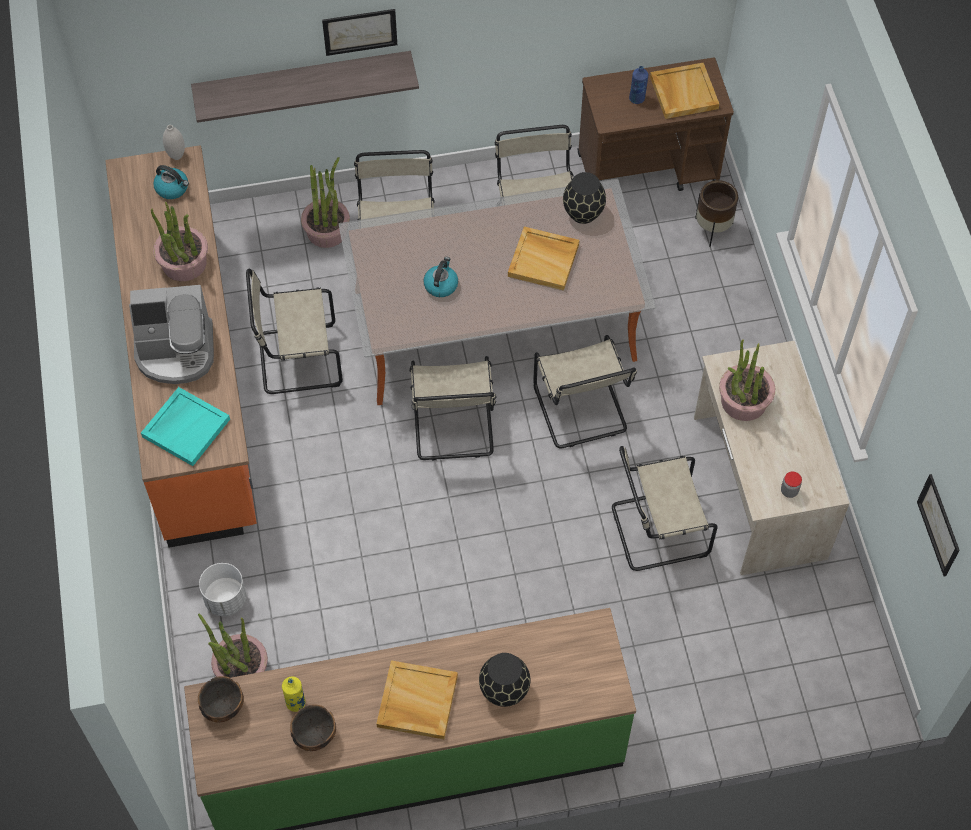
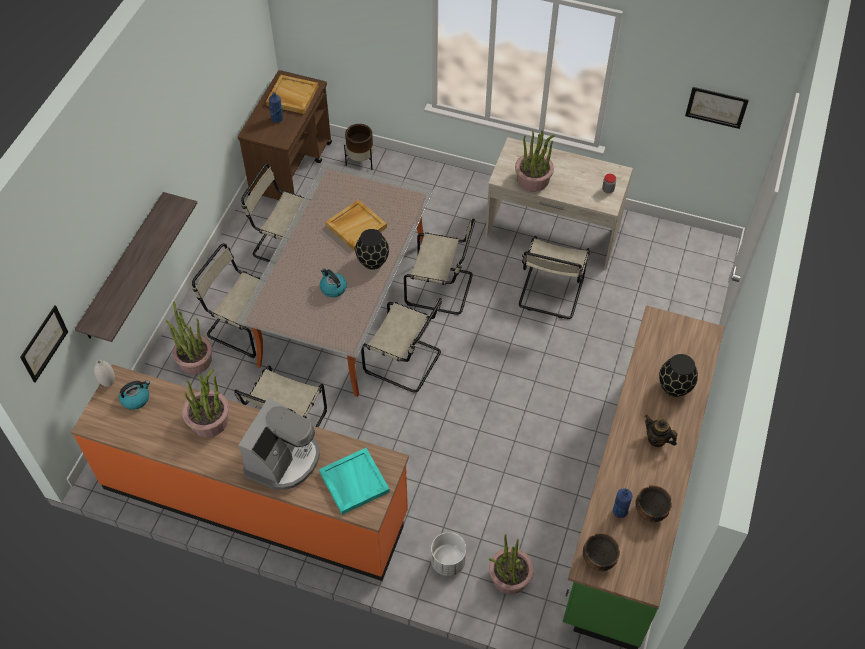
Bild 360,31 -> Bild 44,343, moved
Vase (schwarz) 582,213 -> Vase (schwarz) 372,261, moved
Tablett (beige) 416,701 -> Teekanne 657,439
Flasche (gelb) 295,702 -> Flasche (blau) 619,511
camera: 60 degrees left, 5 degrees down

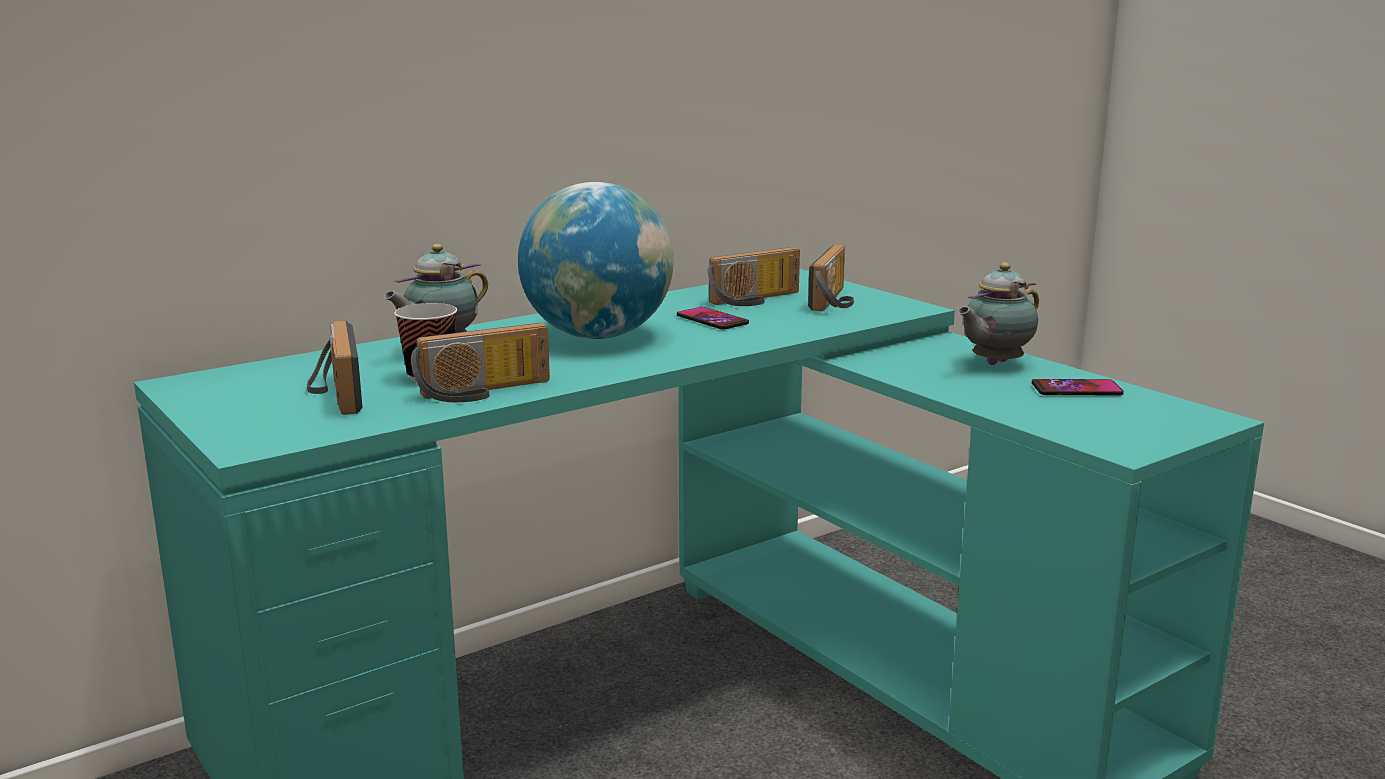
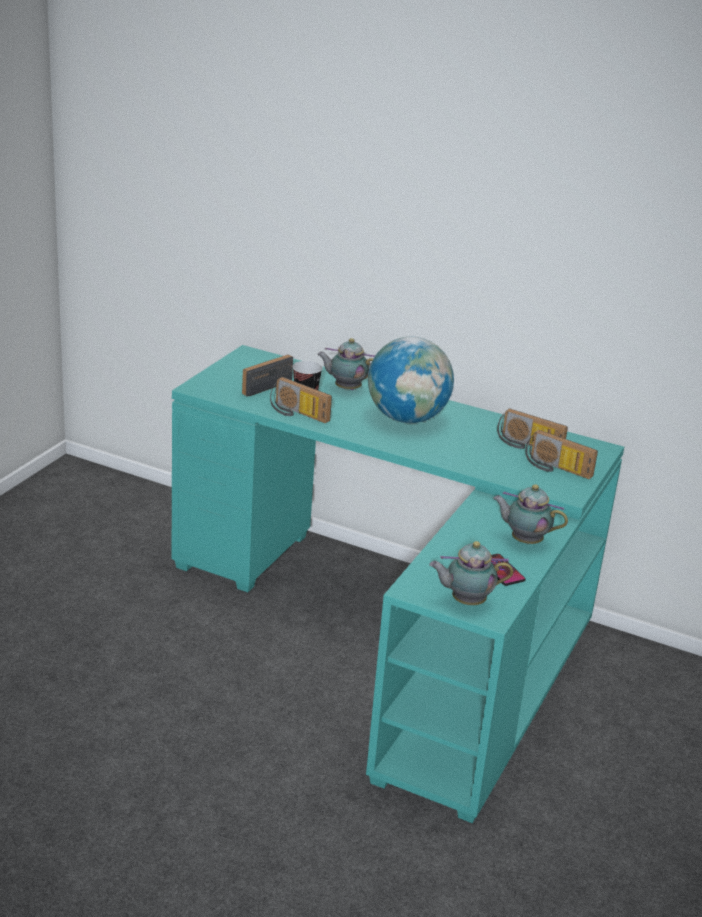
Handy 712,320 -> none
none -> Teekanne 465,601
Radio 836,300 -> Radio 556,469, 45 degrees clockwise
camera: 60 degrees right, 10 degrees up

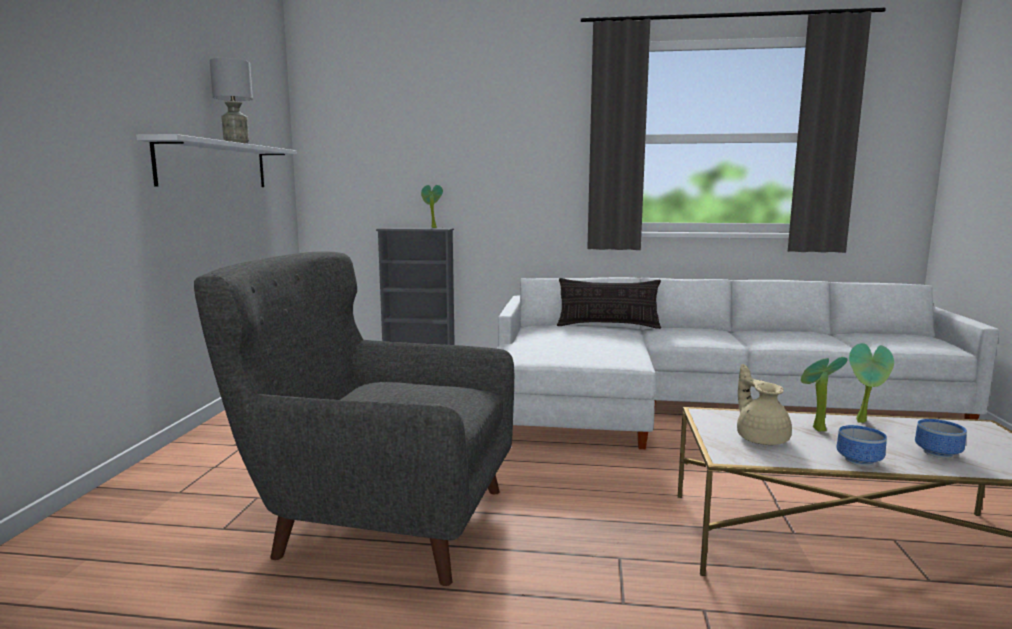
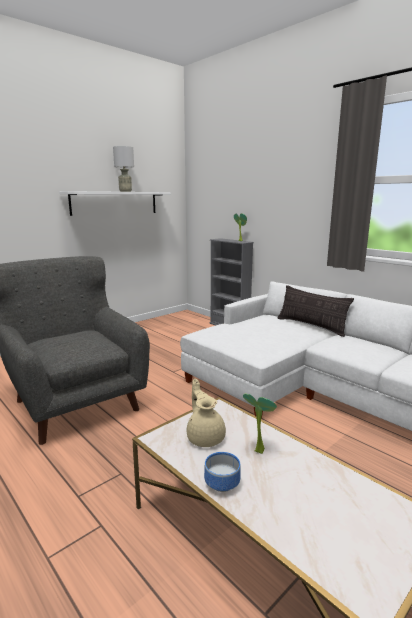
Topfpflanze 864,421 -> none
Schüssel 940,453 -> none
Teekanne (beige) 761,438 -> Teekanne (beige) 205,437, 45 degrees counterclockwise
camera: 40 degrees right, 5 degrees up

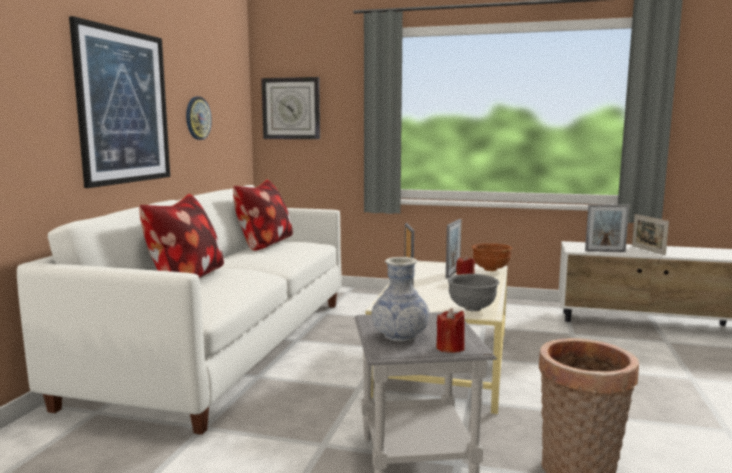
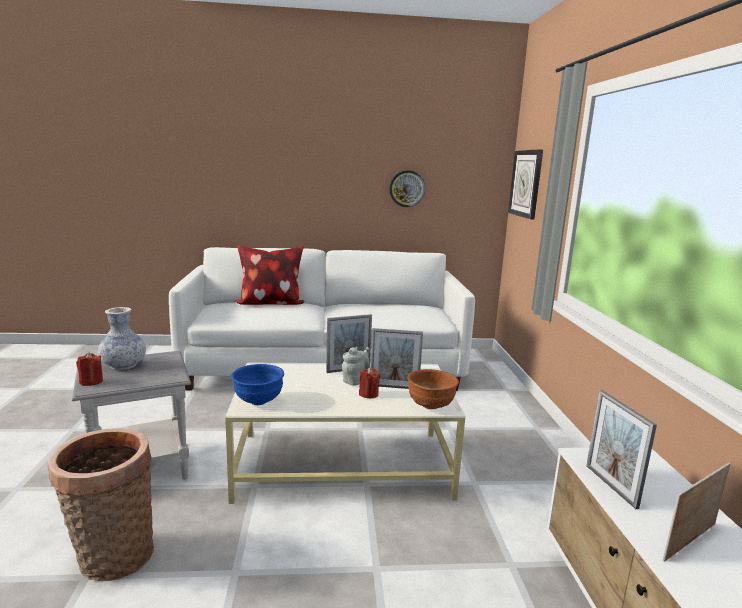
Bild 124,107 -> none
Kissen 264,245 -> none
none -> Teekanne (grau) 355,380
Schüssel (grau) 472,309 -> Schüssel (blau) 258,401
camera: 70 degrees right, 5 degrees up

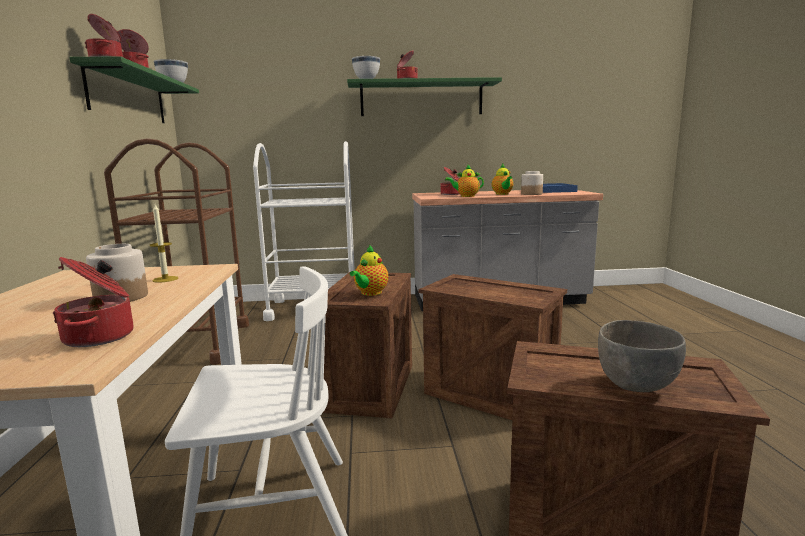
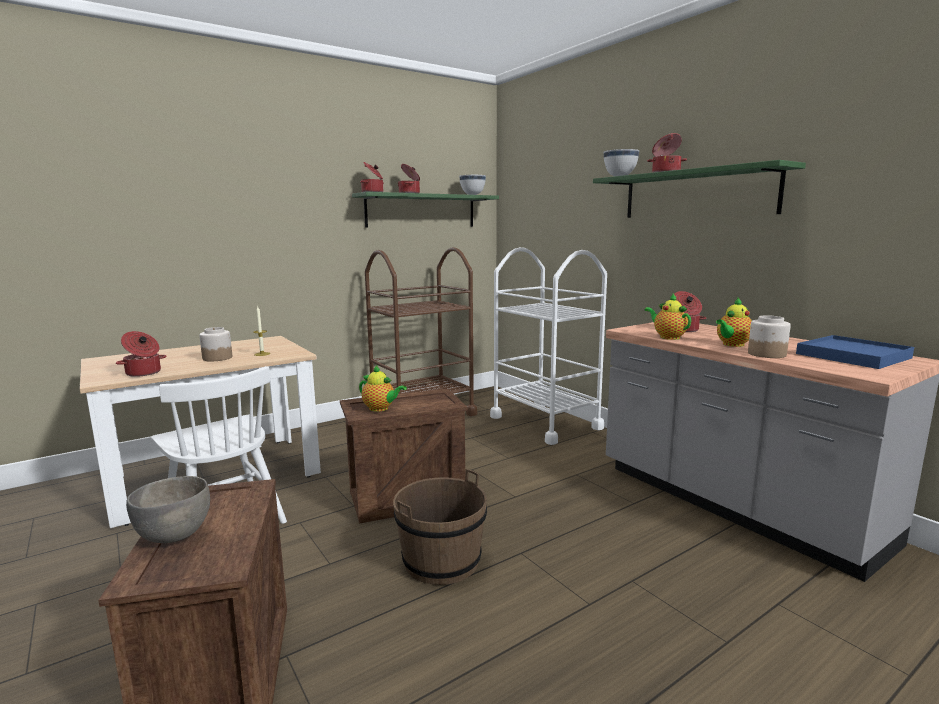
Kiste 492,393 -> Eimer (braun) 442,561
Teekanne 370,293 -> Teekanne 380,408, 150 degrees counterclockwise
camera: 60 degrees right, 0 degrees up

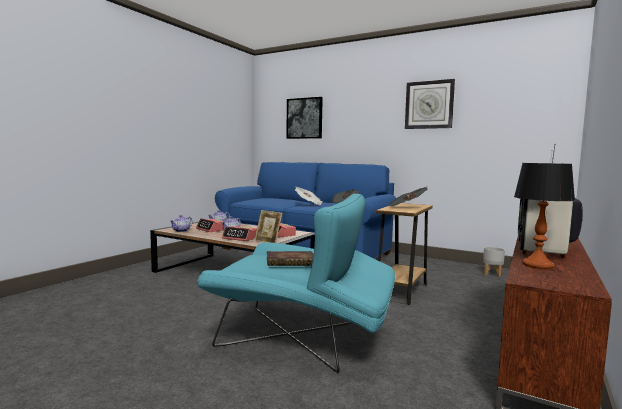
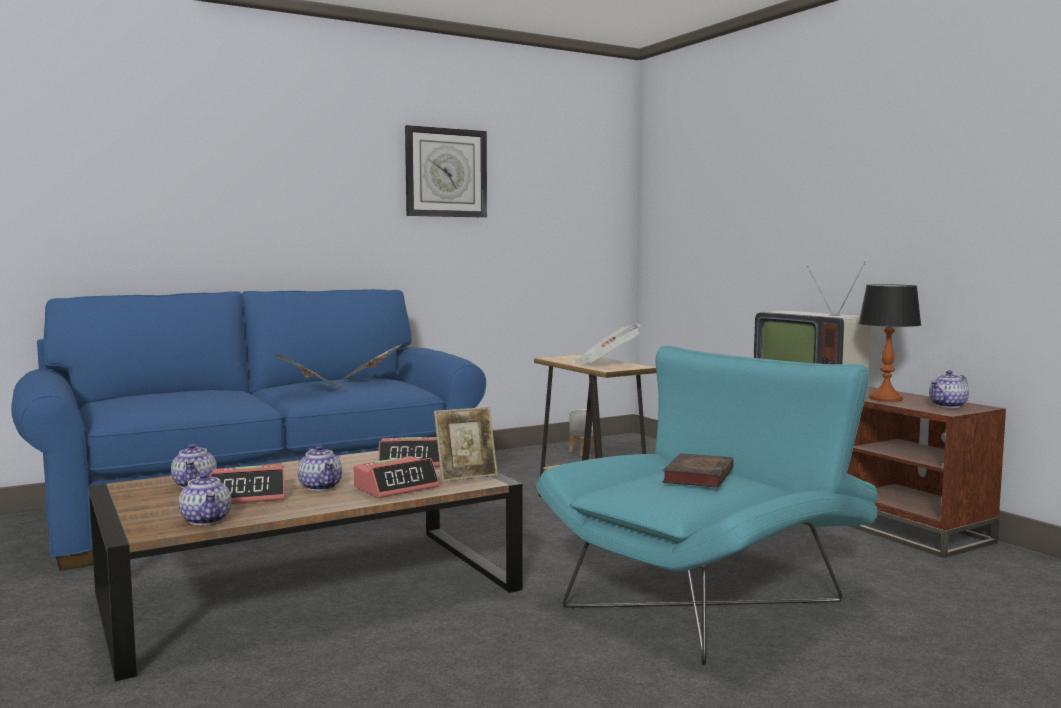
Bild 304,118 -> none
none -> Teekanne 948,405
camera: 60 degrees left, 0 degrees up

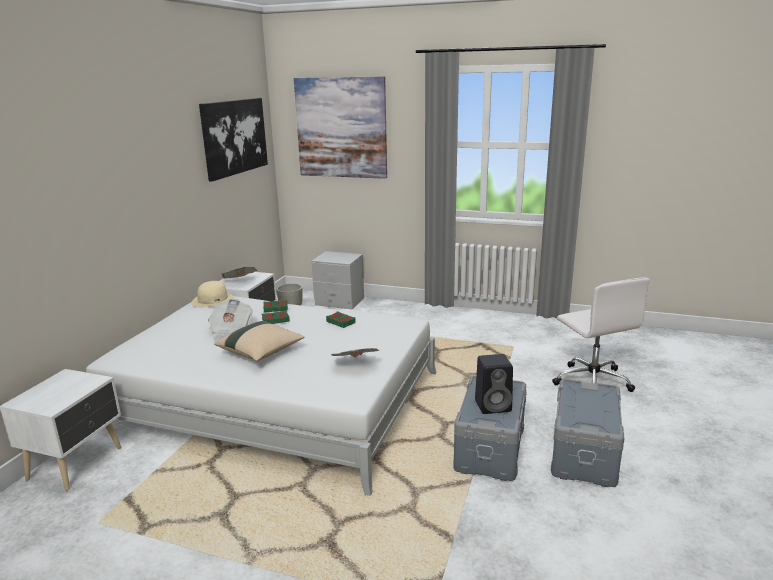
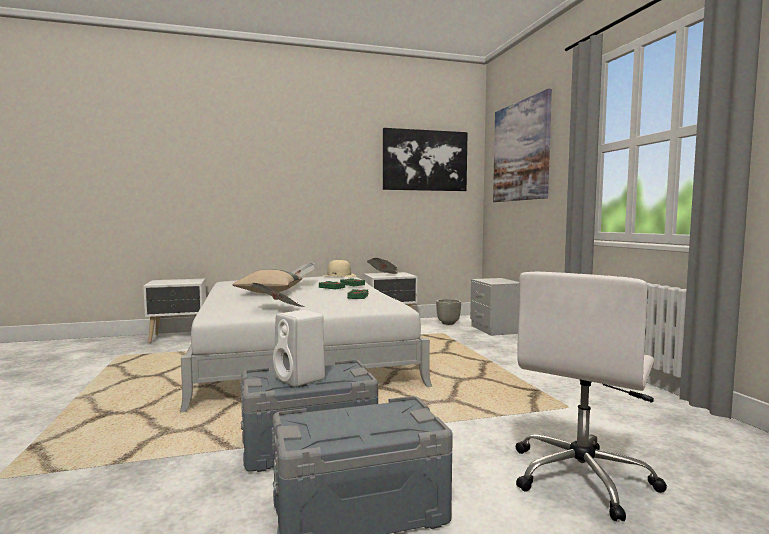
Lautsprecher (schwarz) 494,405 -> Lautsprecher (weiß) 301,379
camera: 55 degrees right, 15 degrees down

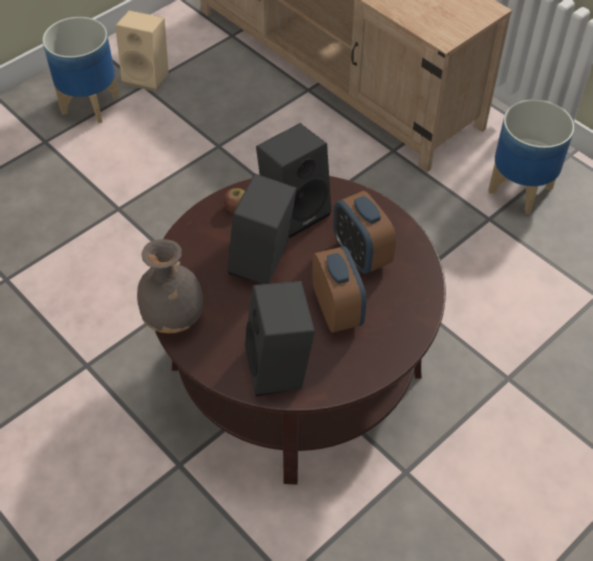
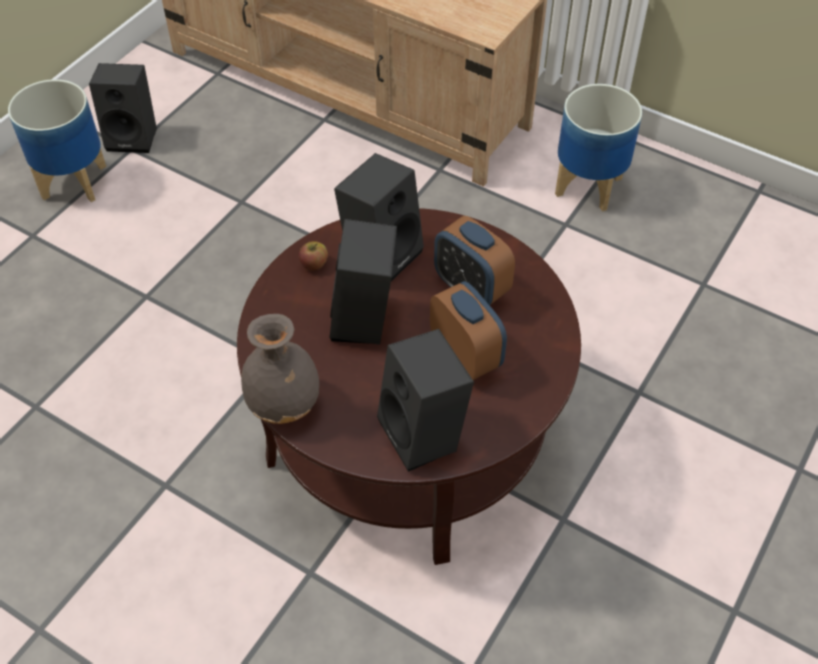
Lautsprecher (beige) 148,76 -> Lautsprecher (schwarz) 134,137
camera: 15 degrees left, 0 degrees up

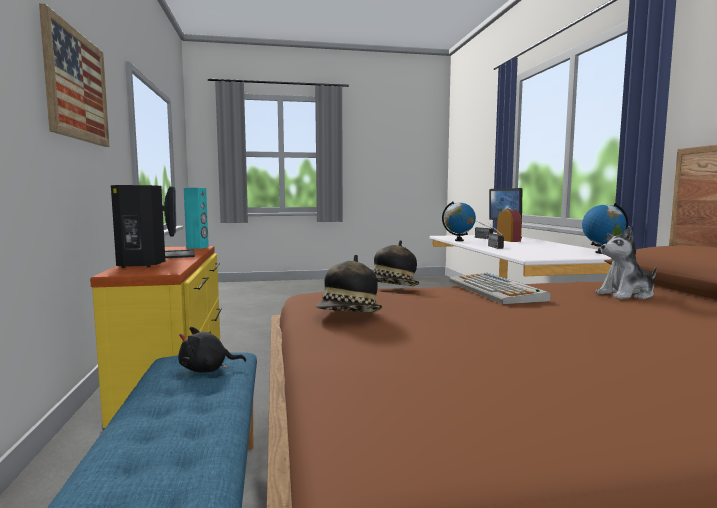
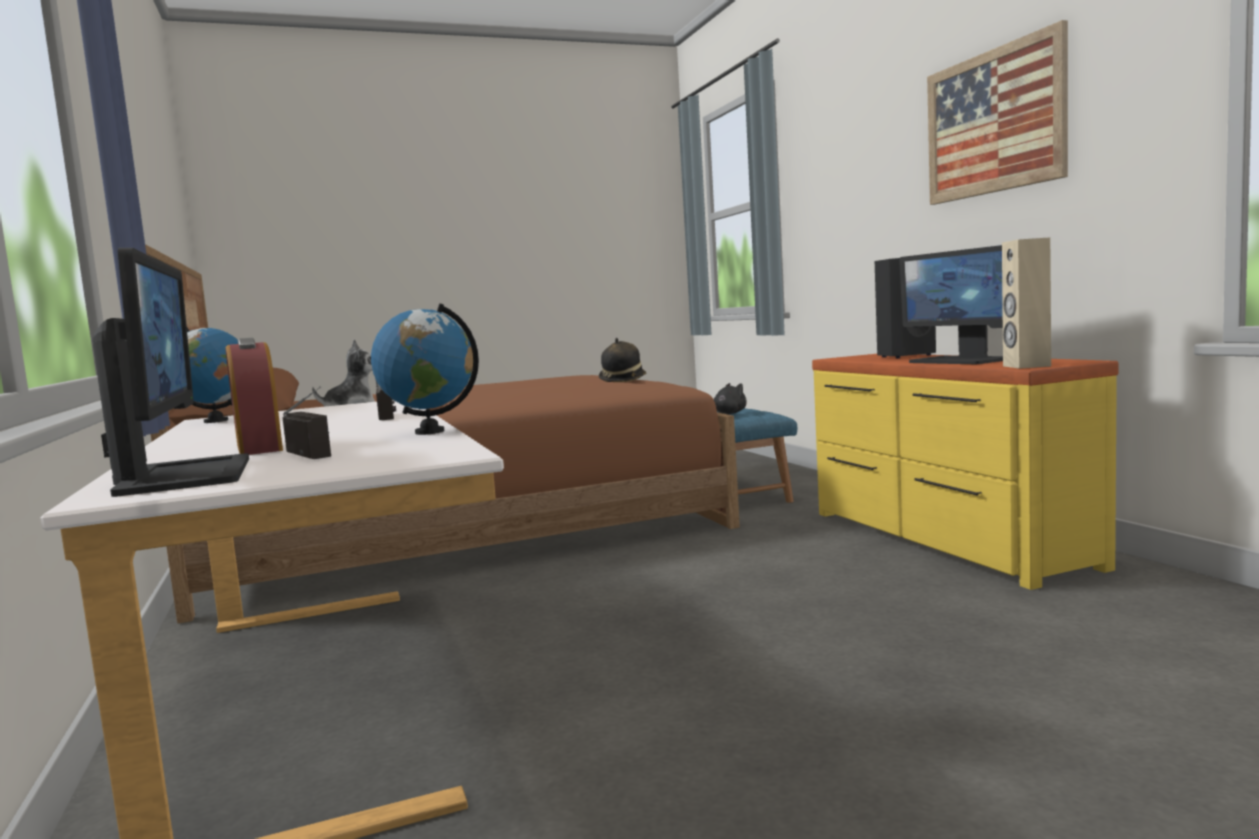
Hut 392,287 -> none
Tastatur 496,290 -> none
Lautsprecher (türkis) 198,247 -> Lautsprecher (beige) 1025,366
camera: 170 degrees right, 0 degrees up

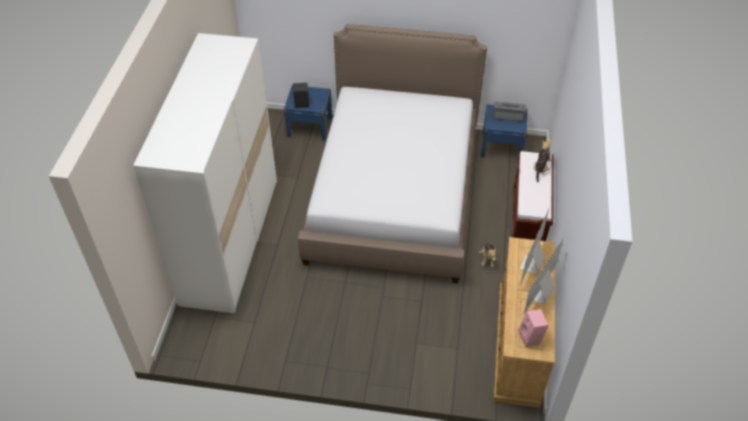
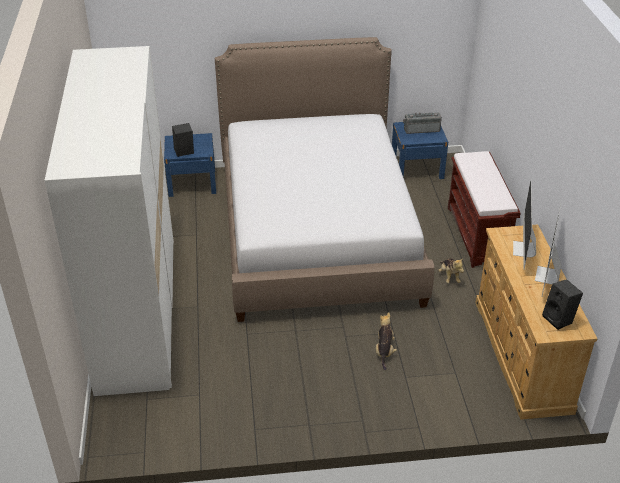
Plüschtier 541,168 -> Plüschtier 384,351, moved
Lautsprecher (rosa) 531,337 -> Lautsprecher (schwarz) 559,319
camera: 15 degrees left, 10 degrees down

